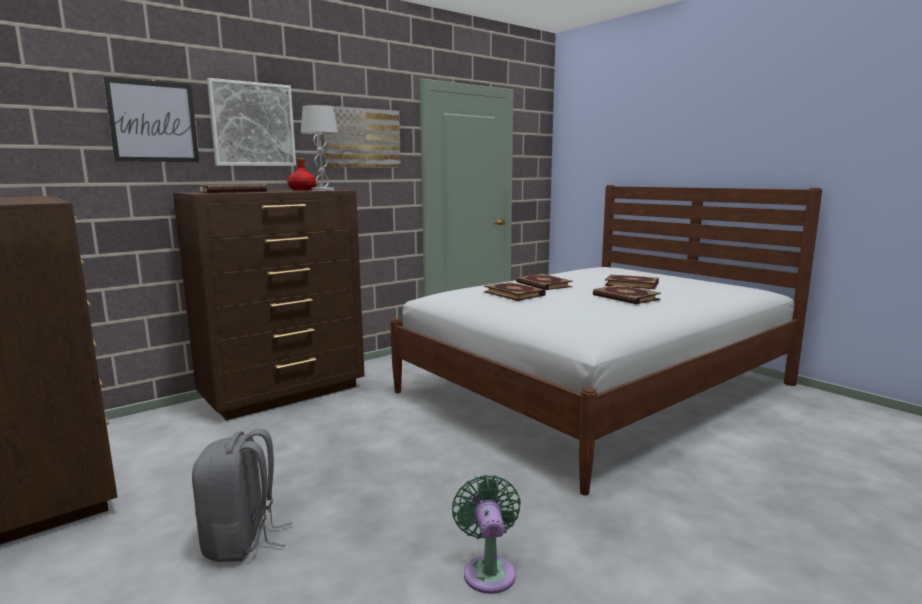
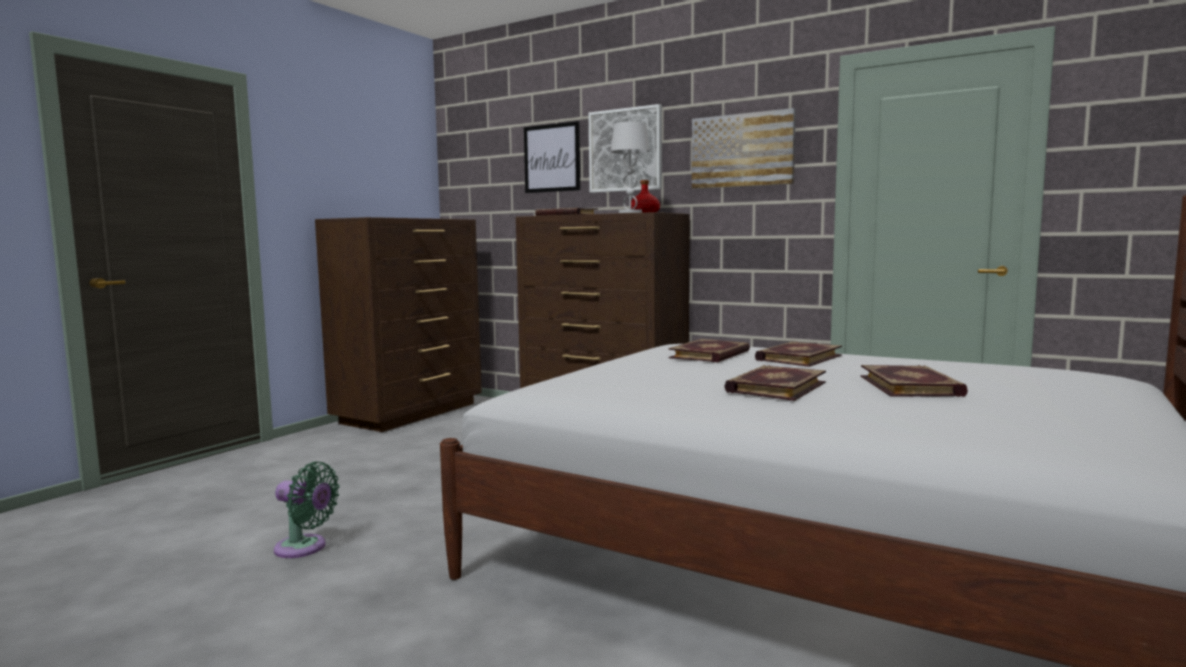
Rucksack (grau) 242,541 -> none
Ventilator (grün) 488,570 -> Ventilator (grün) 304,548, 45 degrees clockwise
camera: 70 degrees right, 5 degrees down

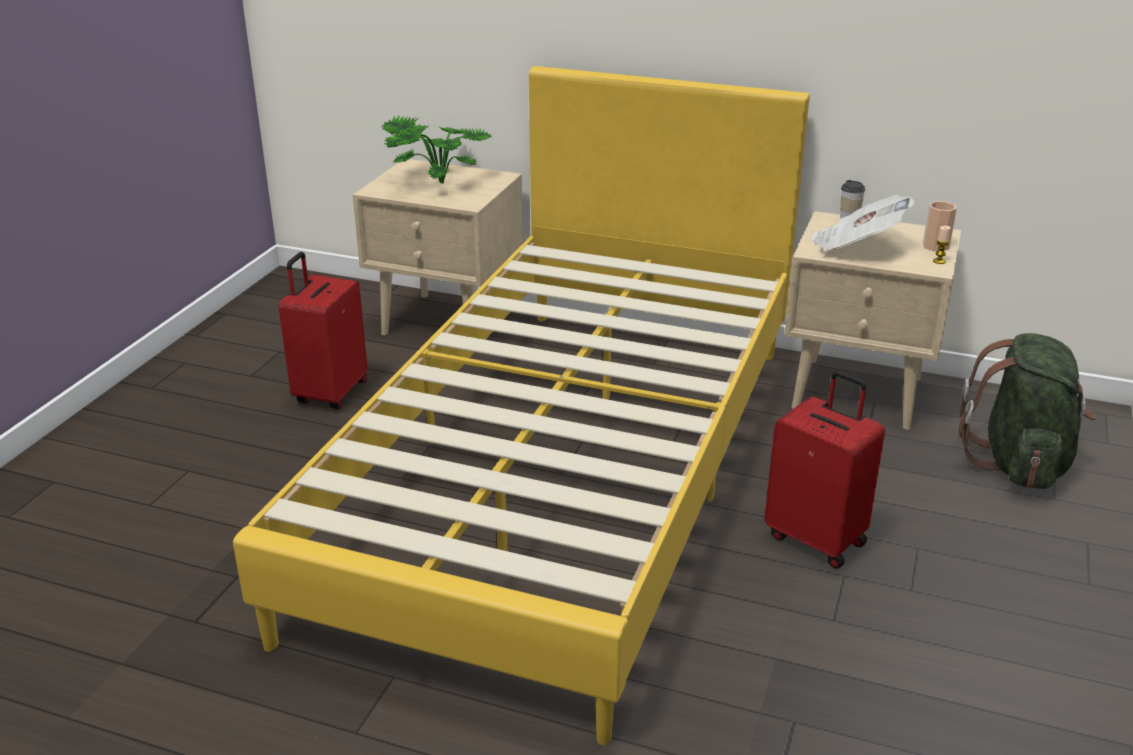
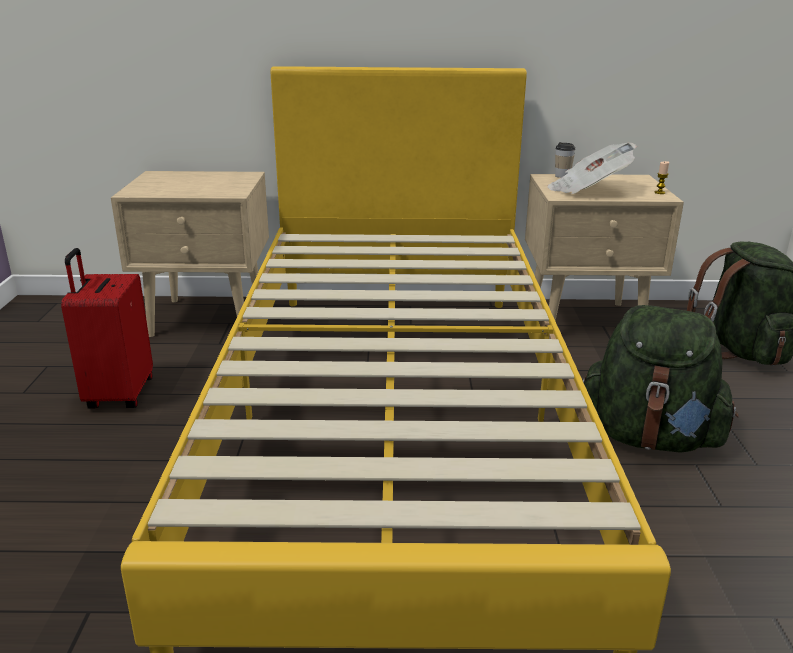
Topfpflanze 435,182 -> none
Tasse 935,246 -> none
Koffer (rot) 817,538 -> Rucksack (grün) 649,437
camera: 20 degrees left, 5 degrees down

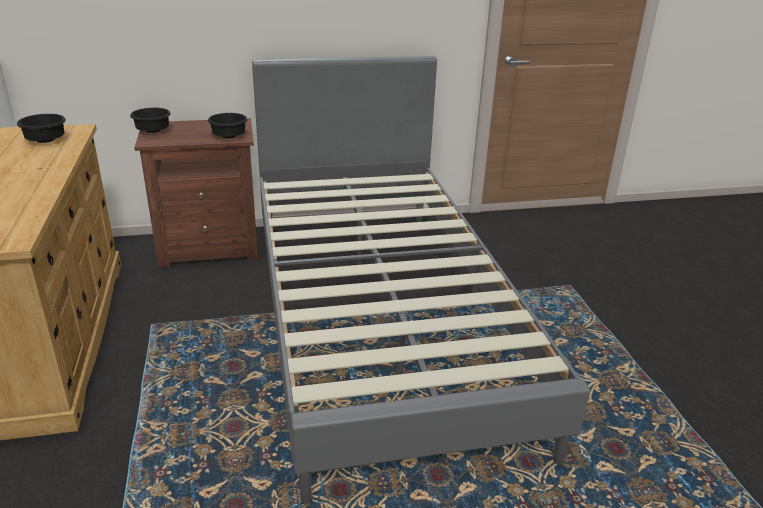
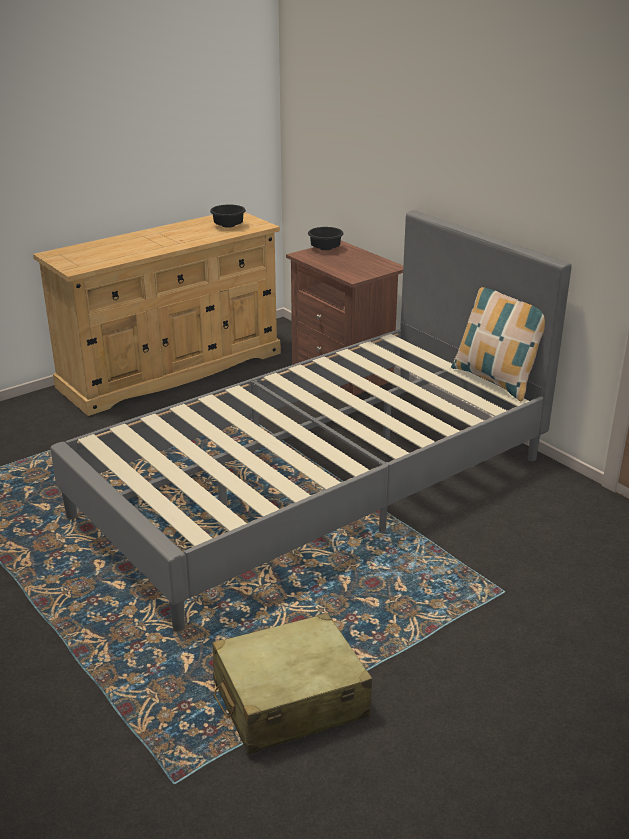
Schüssel (schwarz) 229,137 -> none
none -> Koffer (beige) 289,700
none -> Kissen 496,380
camera: 65 degrees right, 0 degrees up

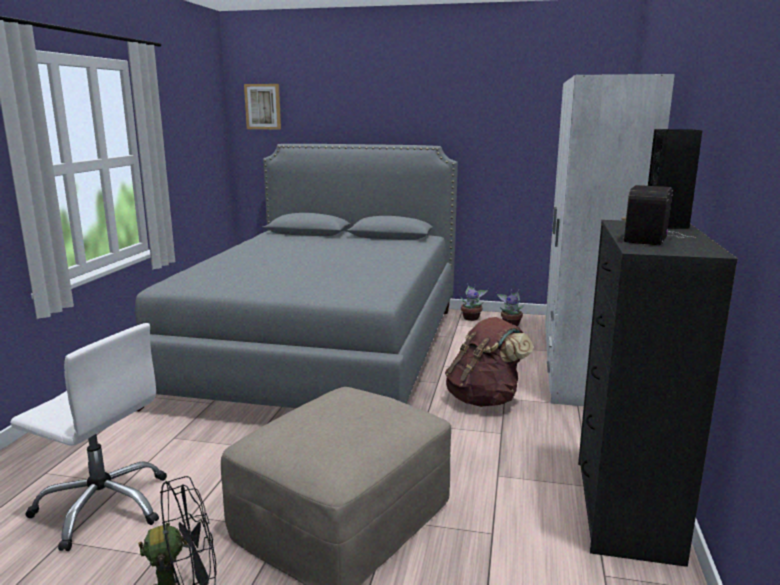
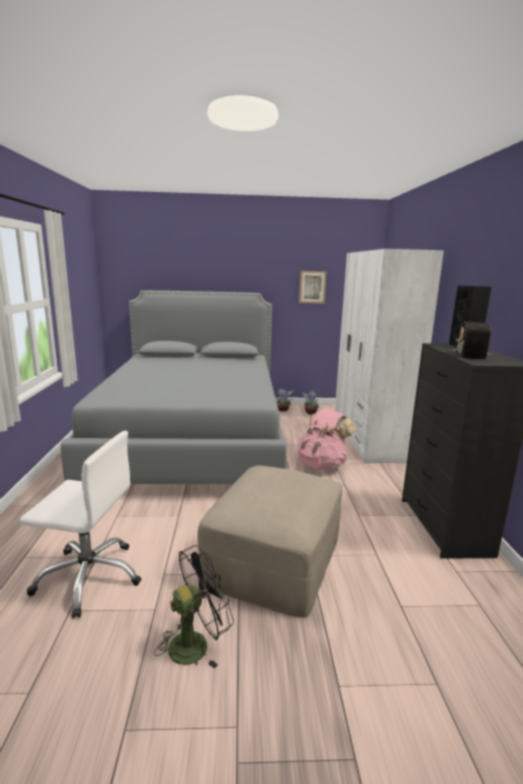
Bild 263,106 -> Bild 312,287, moved
Rucksack (braun) 484,399 -> Rucksack (rosa) 322,464
camera: 15 degrees left, 0 degrees up

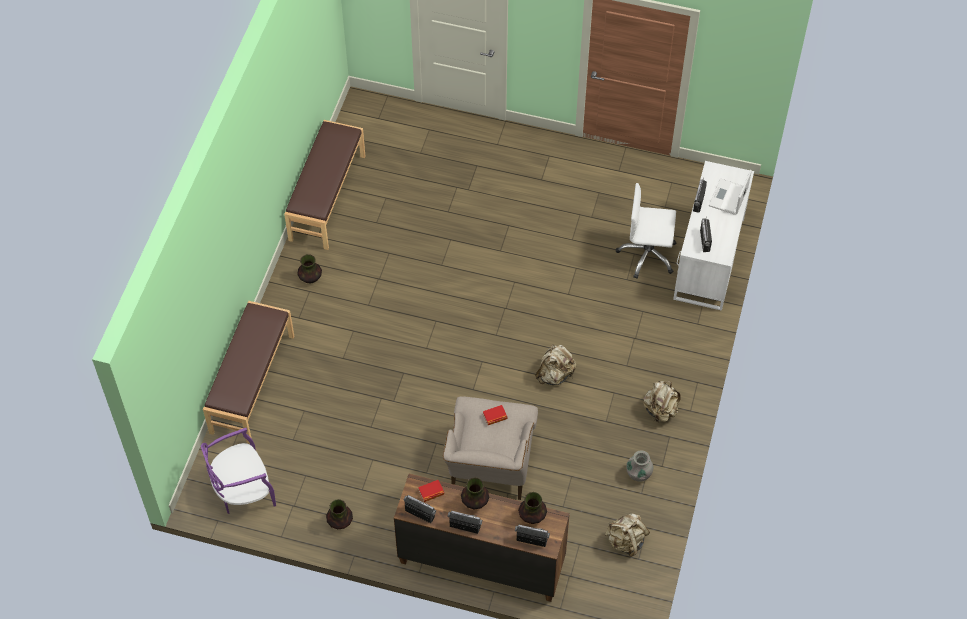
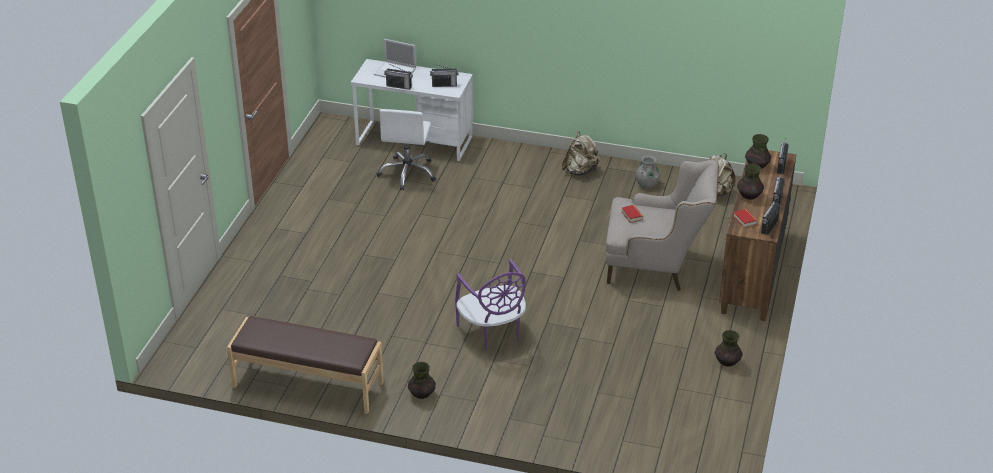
Bank (braun) 251,384 -> none
Rucksack (beige) 555,375 -> none
Stuhl (lila) 243,491 -> Stuhl (lila) 492,333, moved
camera: 90 degrees left, 20 degrees down

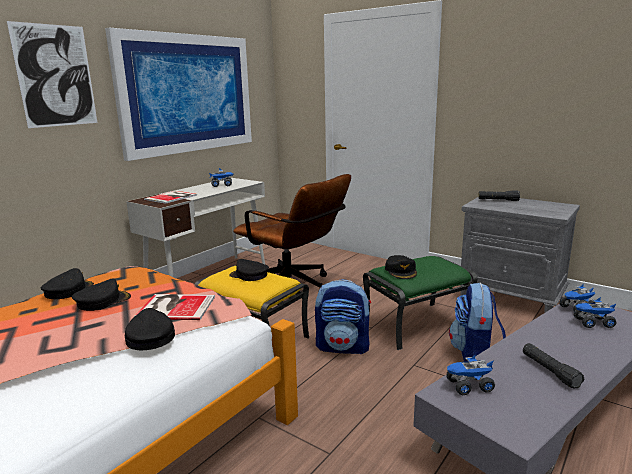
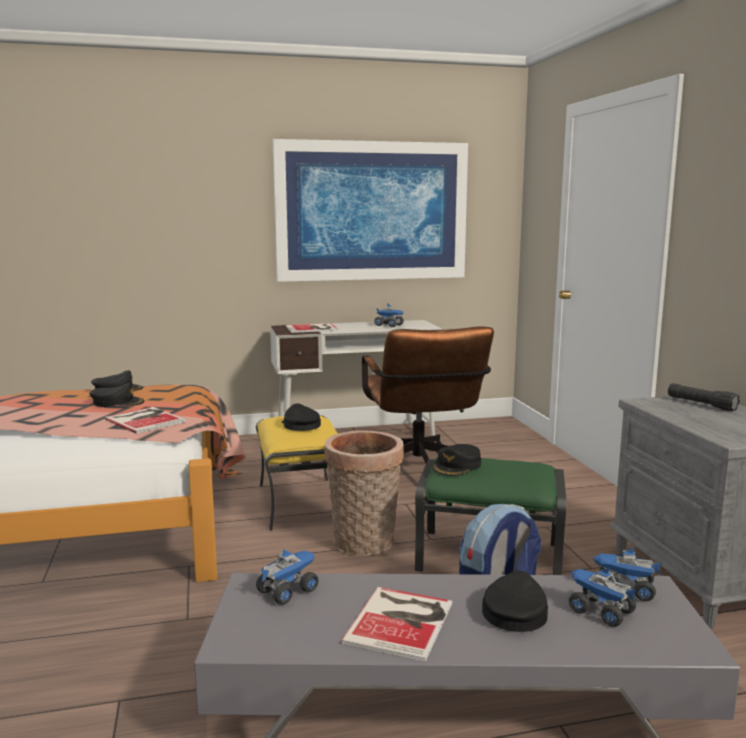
Bild 55,76 -> none
Kappe (schwarz) 150,337 -> Kappe (schwarz) 514,611, moved
Rucksack 343,347 -> Korb 364,544
Taschenlampe (schwarz) 549,371 -> Buch 402,621
Spielzeuglaster 469,386 -> Spielzeuglaster 288,591, 105 degrees clockwise
camera: 40 degrees right, 5 degrees down

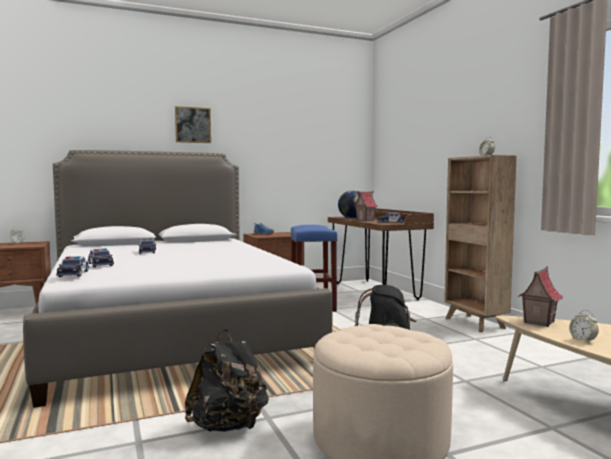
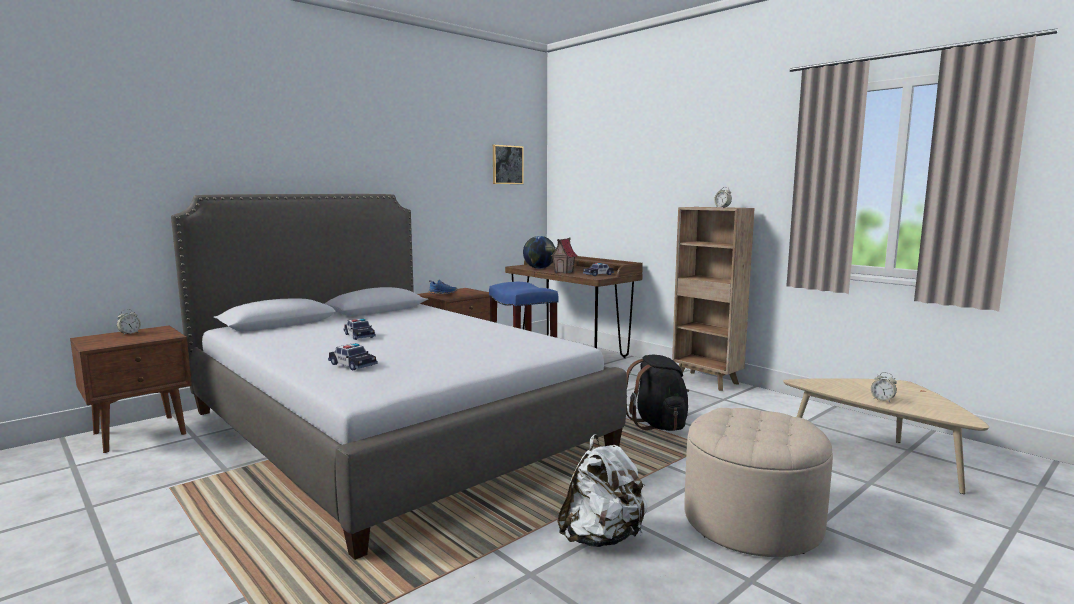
Spielzeugauto 73,274 -> none
Spielzeughaus 538,322 -> none
Bild 193,125 -> Bild 507,164, moved
Rucksack (schwarz) 228,427 -> Rucksack (weiß) 602,537
camera: 20 degrees left, 5 degrees up

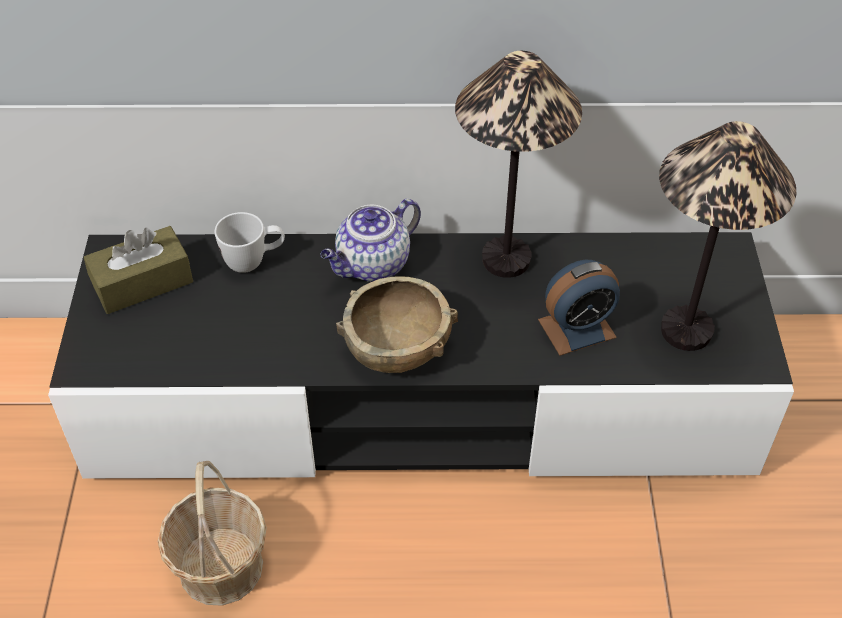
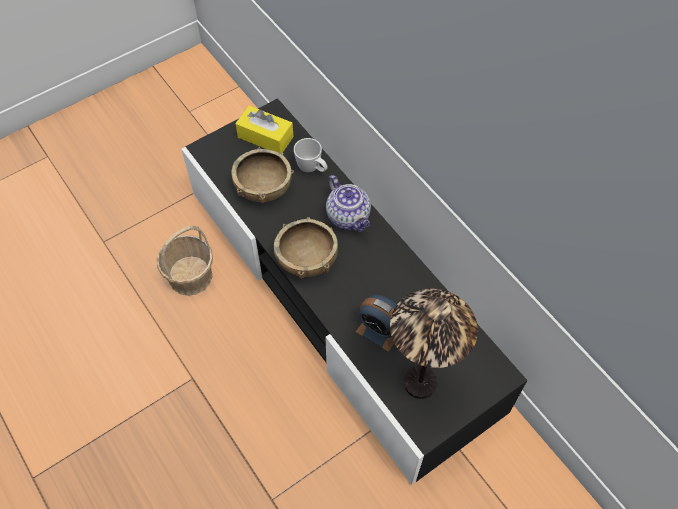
Tischlampe 506,259 -> none
none -> Schüssel (braun) 263,187
Taschentuchbox (braun) 142,283 -> Taschentuchbox (gelb) 265,137
Teekanne 372,266 -> Teekanne 349,217, 135 degrees counterclockwise
camera: 55 degrees right, 10 degrees up

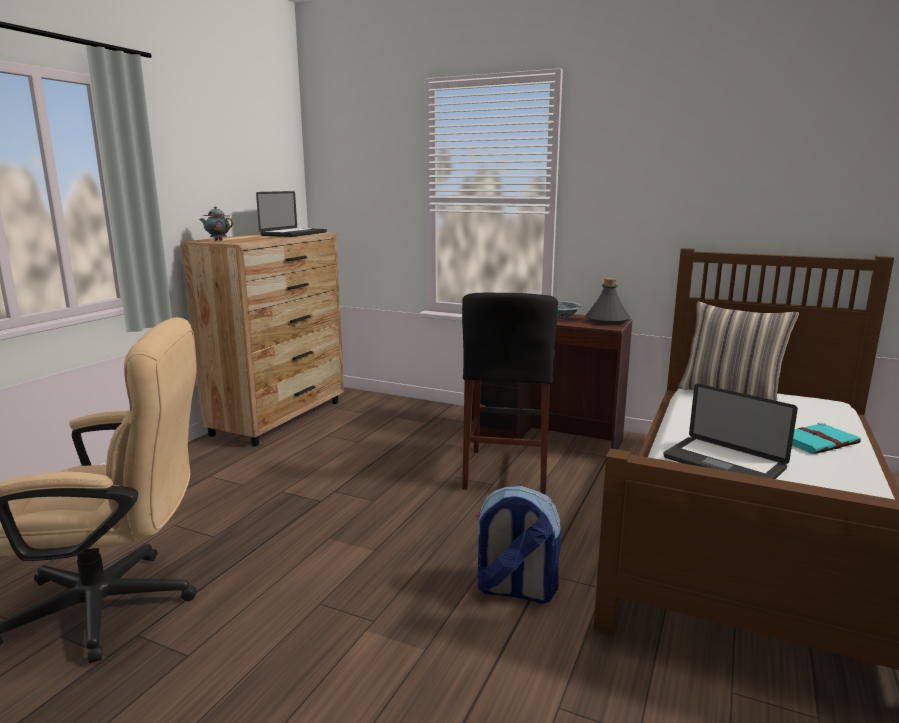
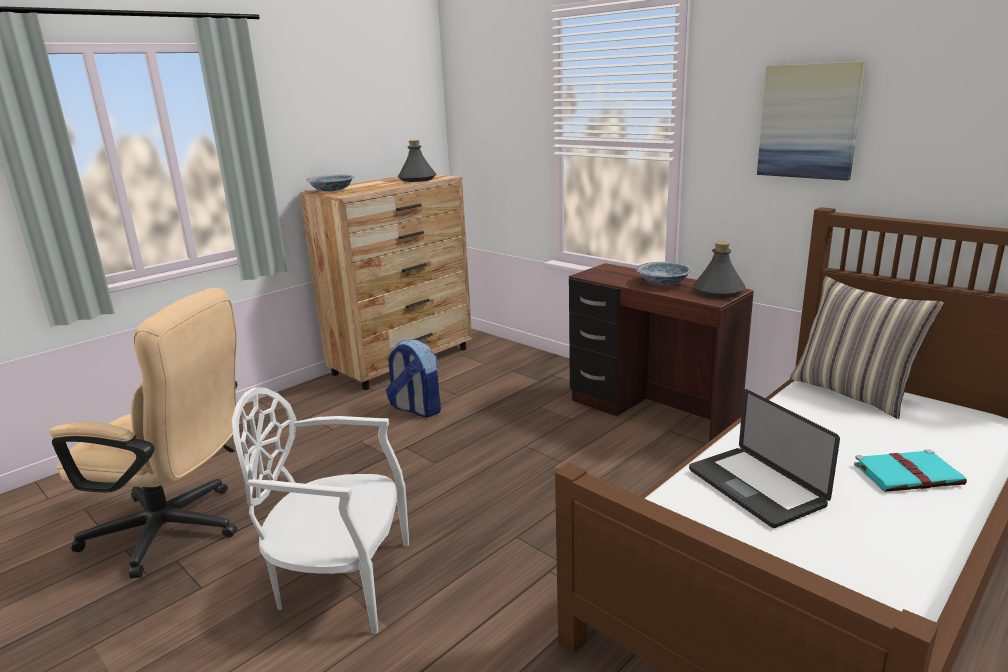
Hocker (schwarz) 506,471 -> none
none -> Stuhl (weiß) 341,582
none -> Bild 809,121
Rucksack 514,590 -> Rucksack 415,409, moved
Teekanne 217,240 -> Schüssel 332,191
Laptop 294,234 -> Flasche (grau) 417,179
camera: 20 degrees right, 5 degrees up

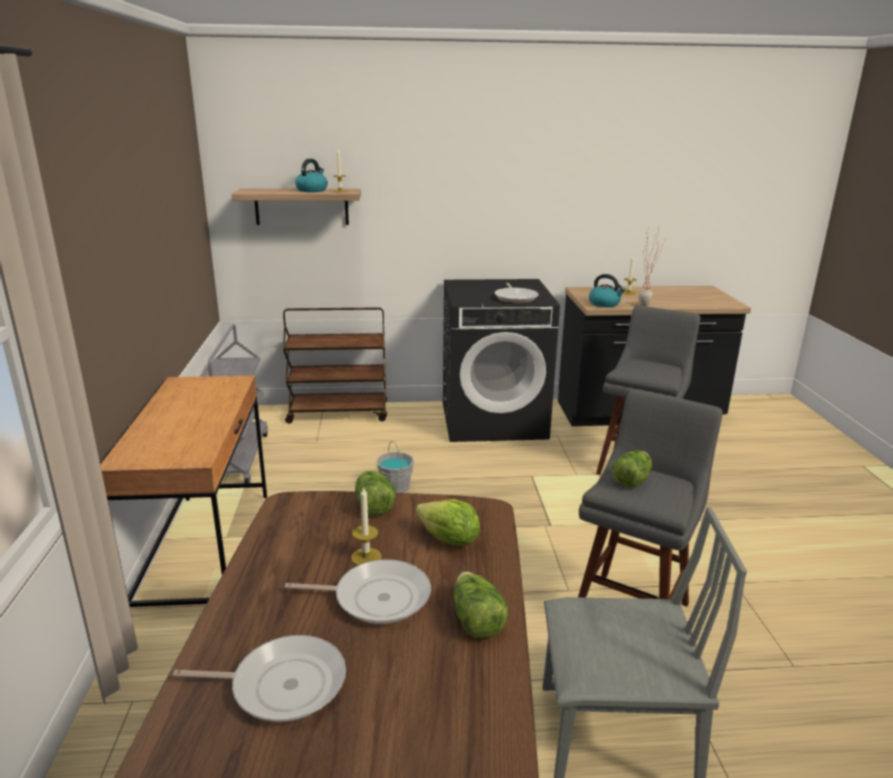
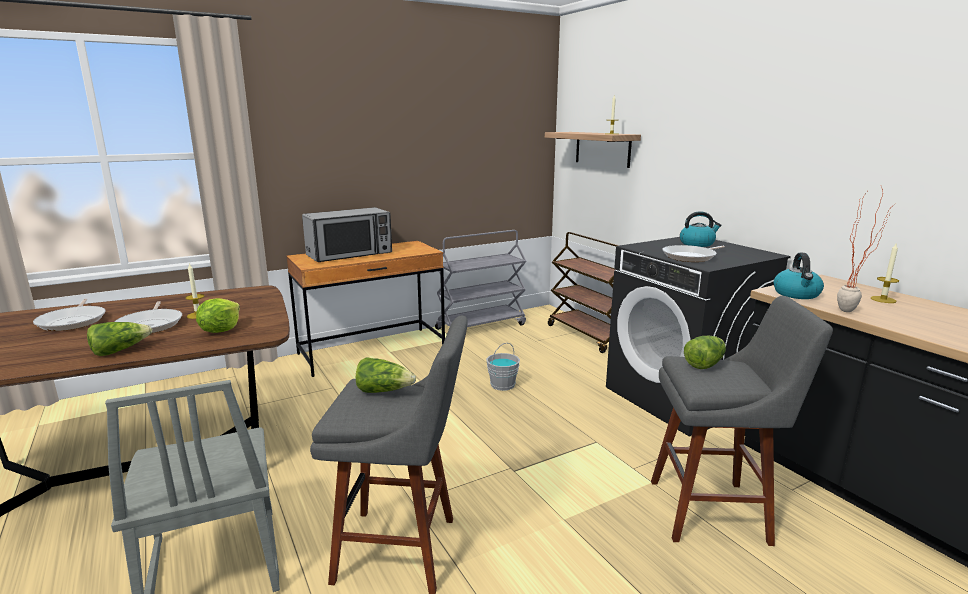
none -> Mikrowelle 350,254
Wasserkessel 312,190 -> Wasserkessel 697,244, moved
Salatkopf 373,505 -> Salatkopf 704,363, moved
camera: 65 degrees right, 5 degrees down

